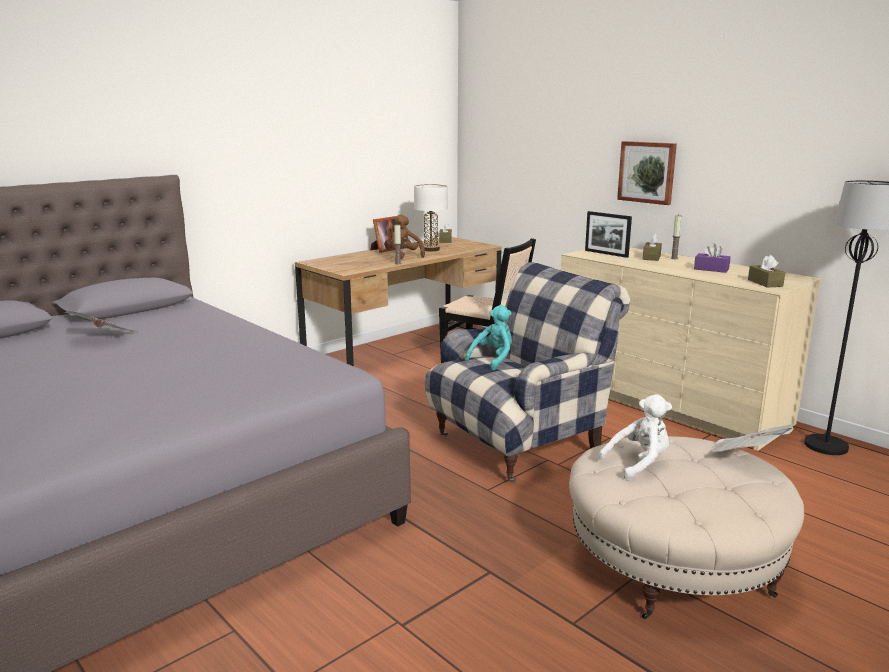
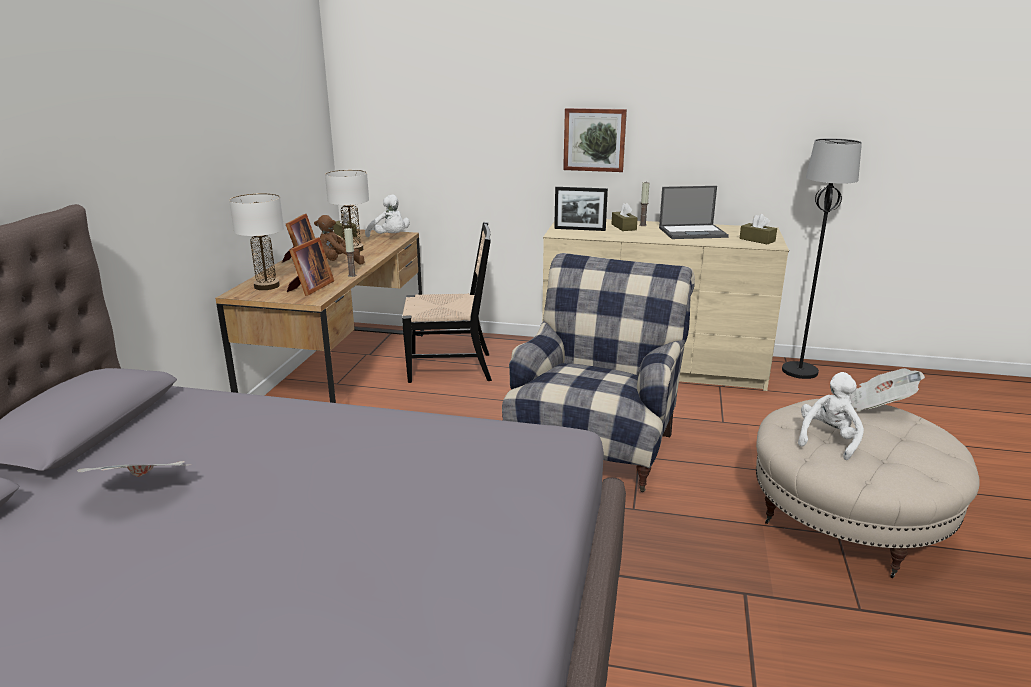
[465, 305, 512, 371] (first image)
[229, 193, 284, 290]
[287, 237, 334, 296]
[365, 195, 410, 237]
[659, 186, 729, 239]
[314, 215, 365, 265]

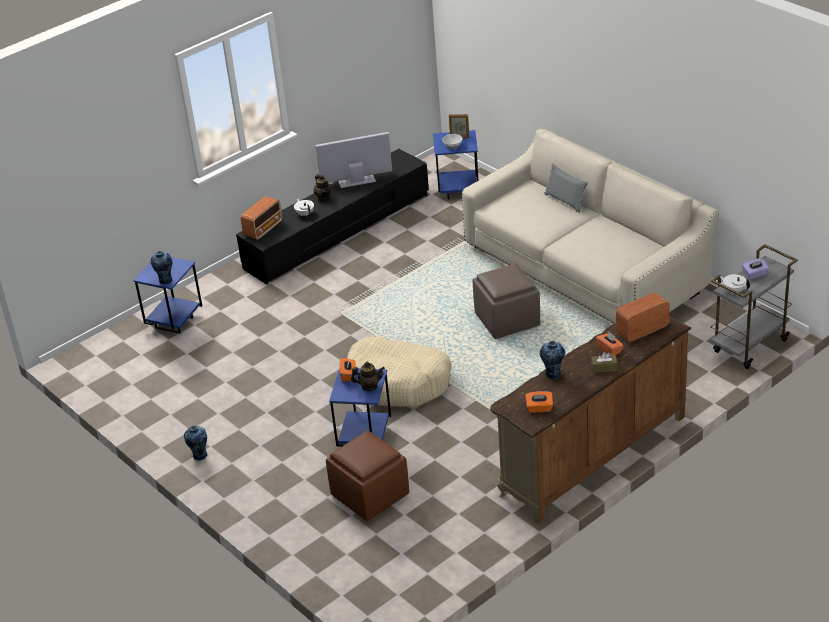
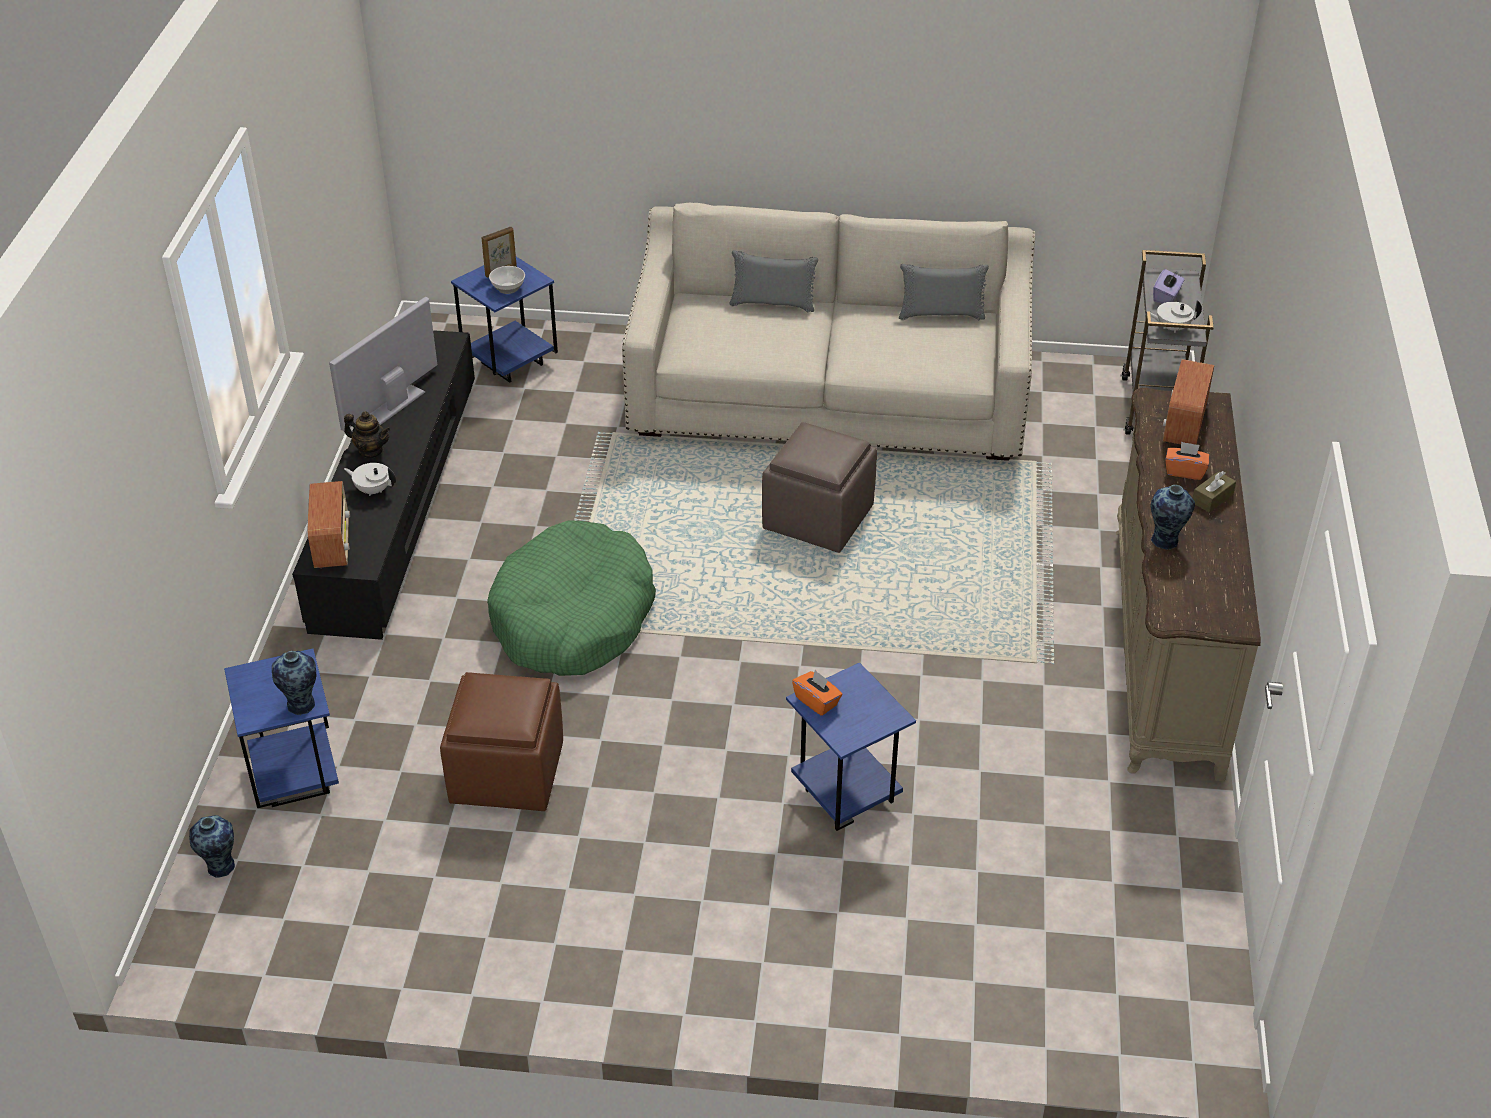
[347, 336, 452, 407] (first image)
[351, 362, 385, 391] (first image)
[525, 391, 553, 413] (first image)
[487, 520, 656, 676]
[899, 264, 989, 320]
[189, 815, 235, 878]
[440, 672, 563, 811]

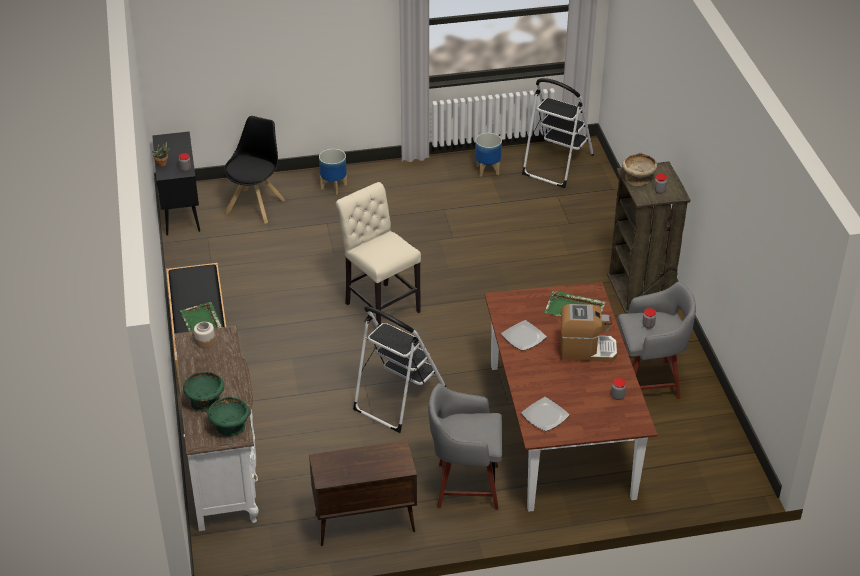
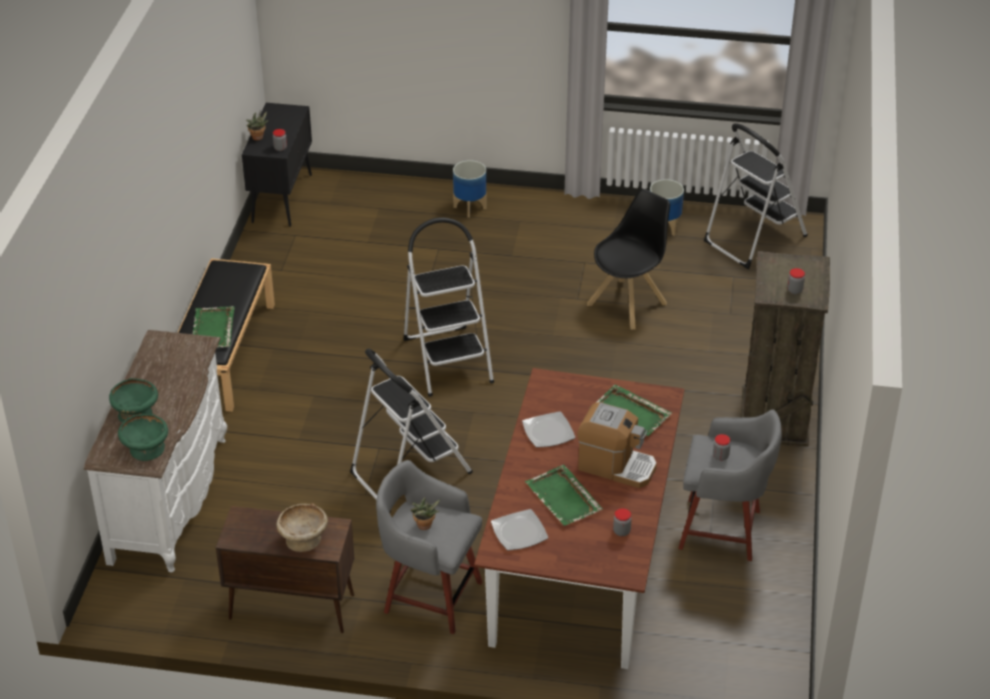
[194, 322, 215, 348] (first image)
[410, 497, 441, 530]
[525, 465, 603, 526]
[587, 189, 670, 330]
[276, 503, 328, 552]
[403, 217, 494, 397]

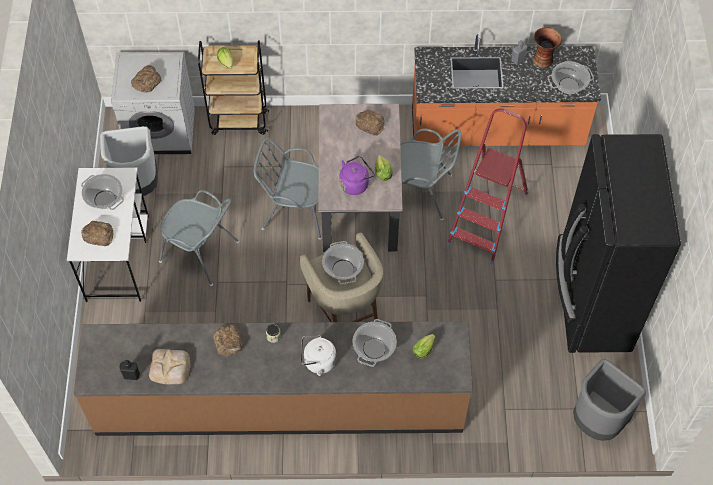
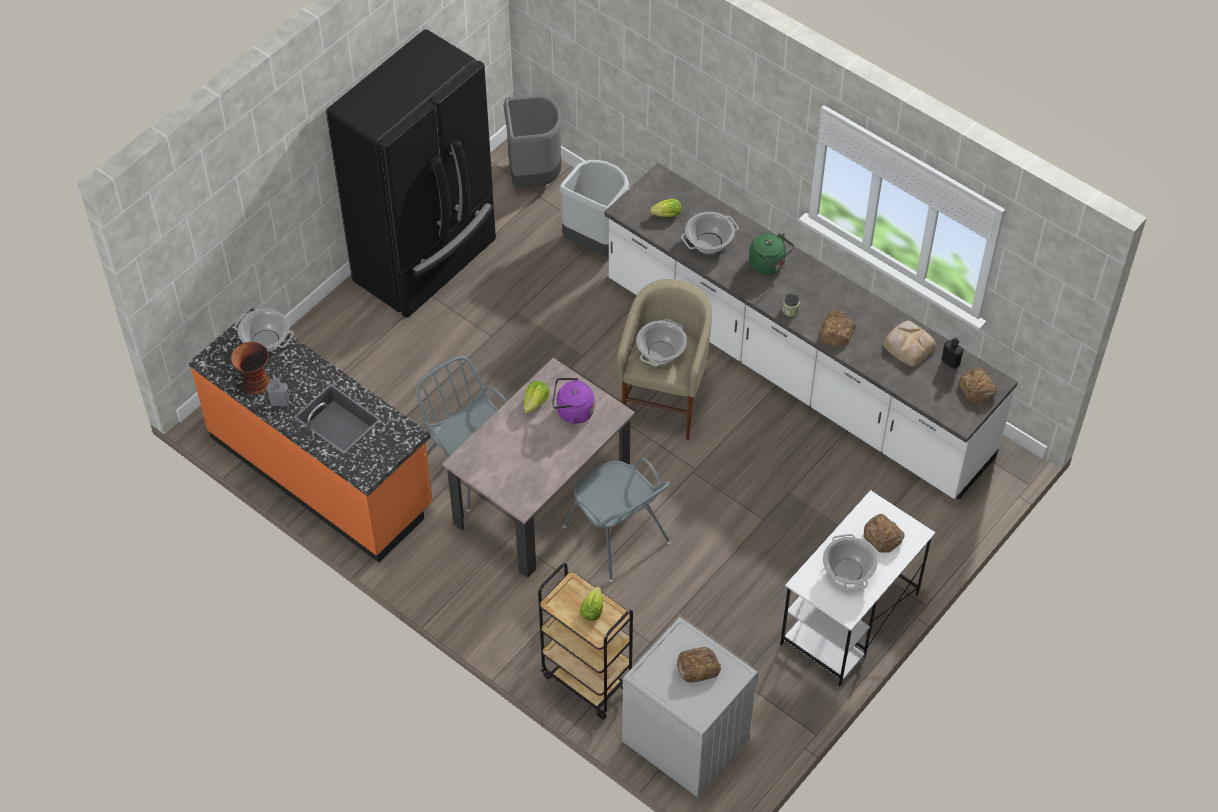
[159, 190, 239, 286] (first image)
[447, 108, 529, 264] (first image)
[559, 160, 629, 256]
[959, 367, 997, 404]
[604, 163, 1018, 499]
[749, 233, 794, 275]

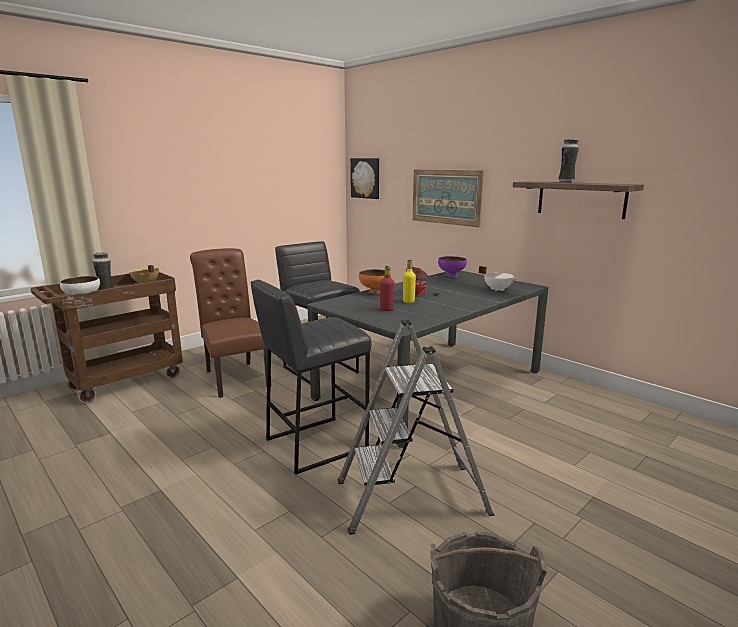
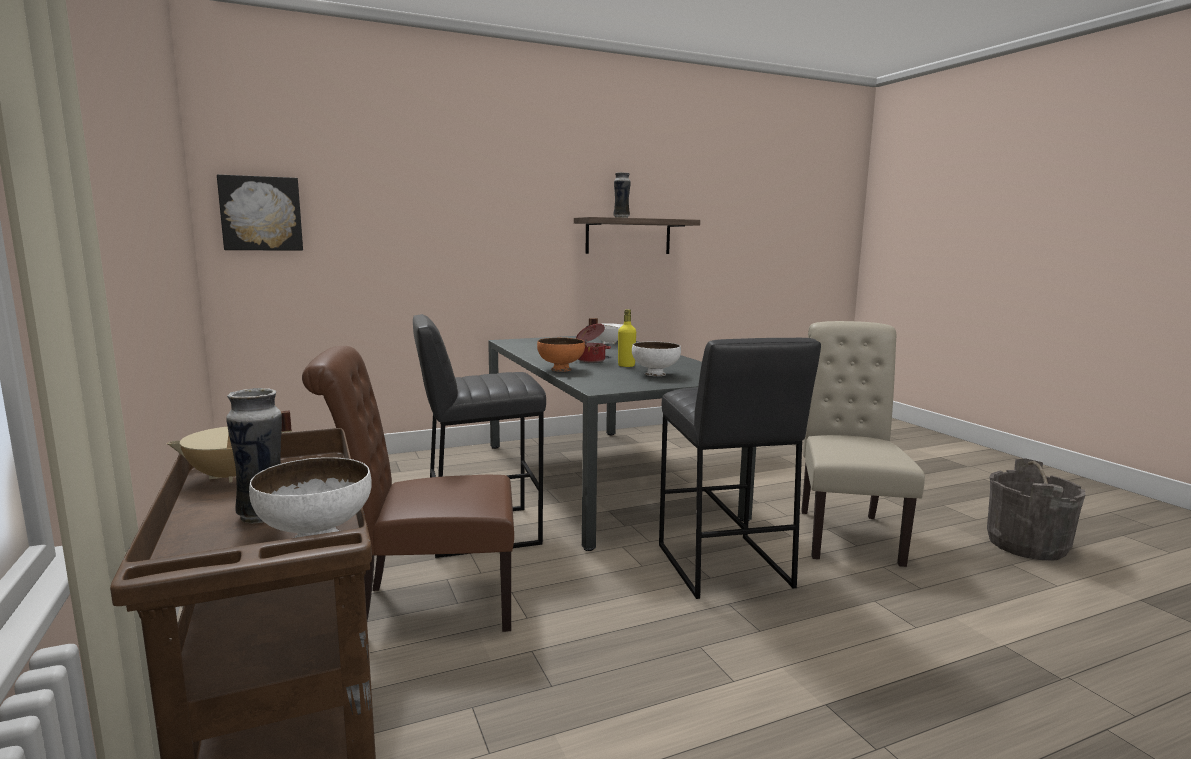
[413, 169, 484, 227] (first image)
[438, 256, 467, 277] (first image)
[801, 321, 925, 567]
[632, 342, 681, 376]

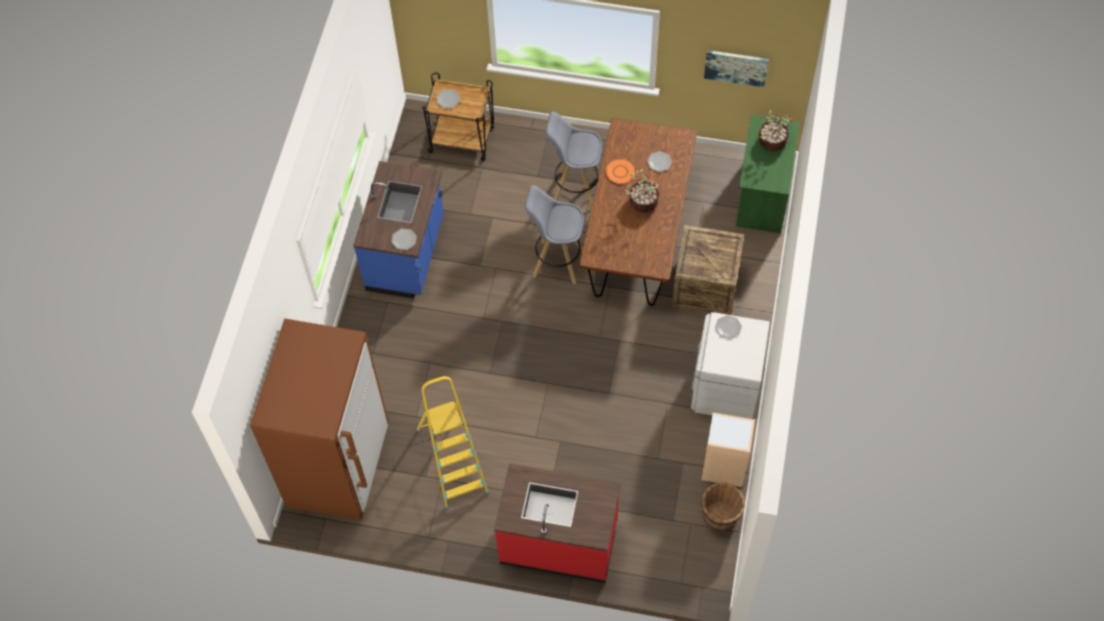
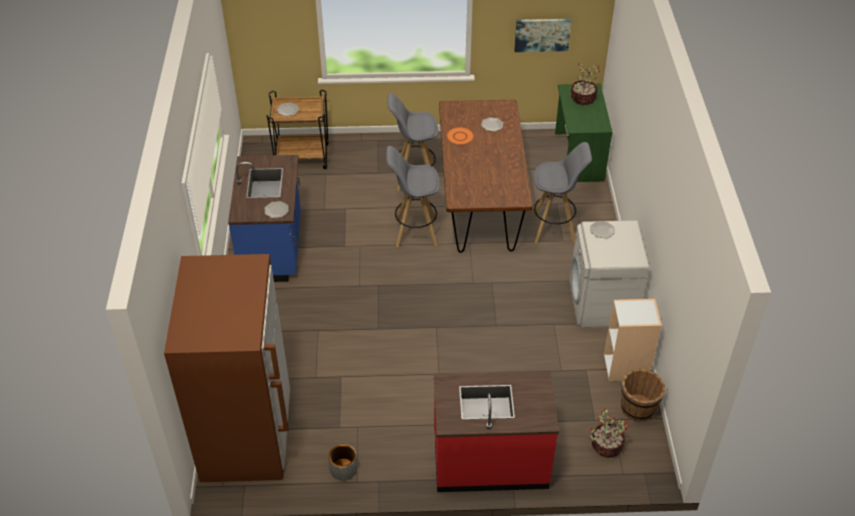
[417, 376, 489, 509] (first image)
[328, 444, 357, 481]
[589, 408, 630, 458]
[531, 142, 592, 244]

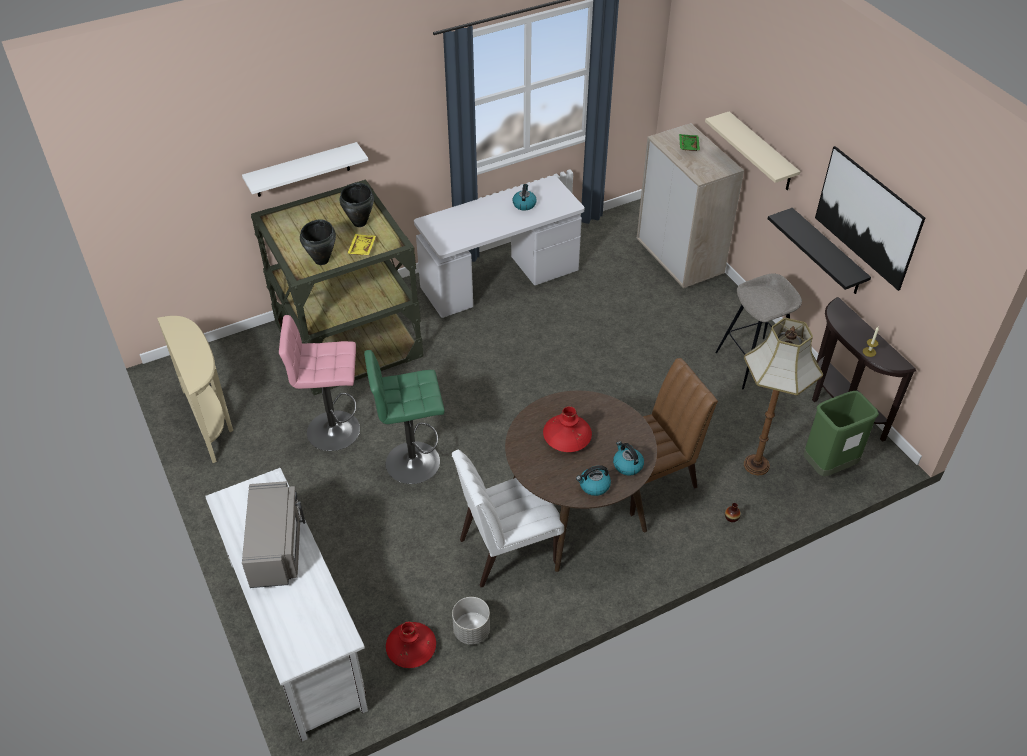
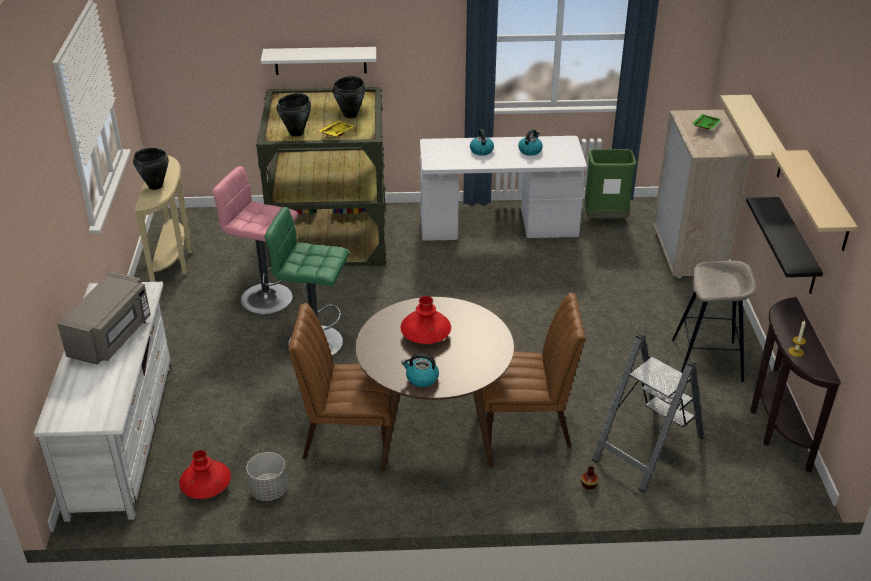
[133, 148, 169, 190]
[470, 129, 494, 156]
[584, 149, 636, 219]
[592, 333, 704, 493]
[771, 150, 858, 251]
[288, 303, 391, 464]

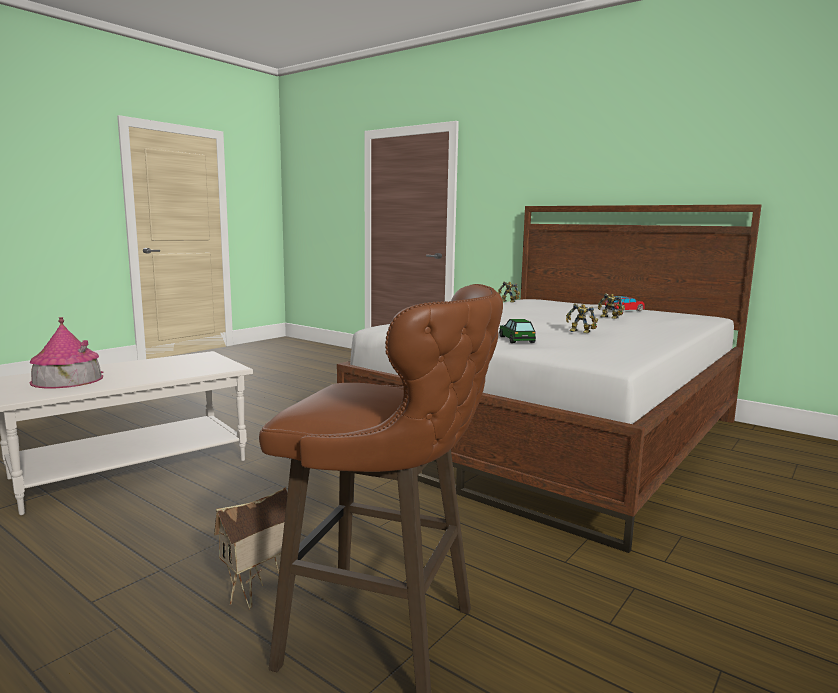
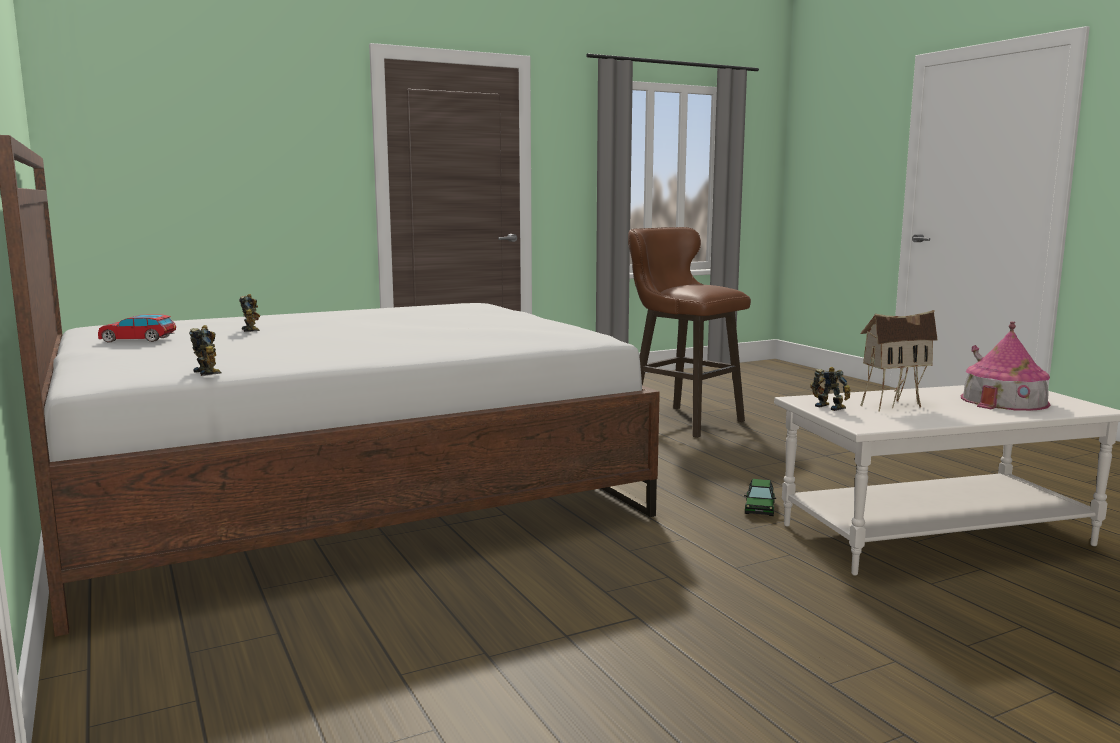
[860, 310, 938, 412]
[744, 479, 776, 516]
[810, 367, 851, 411]

